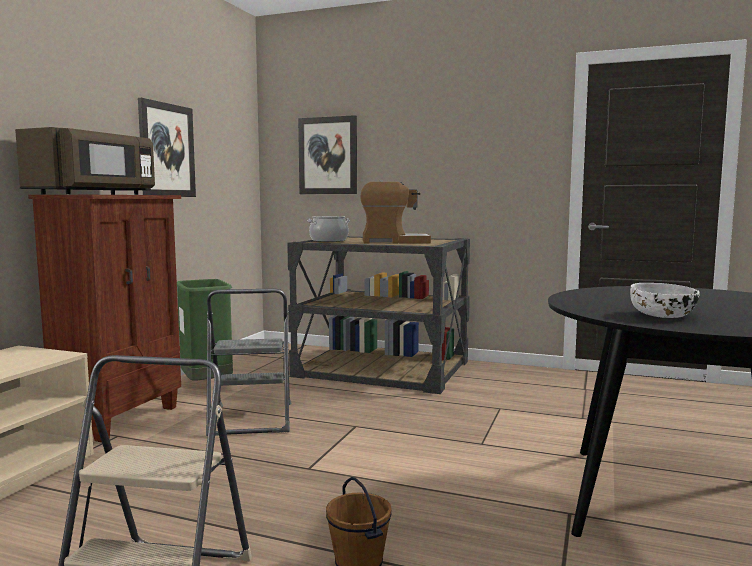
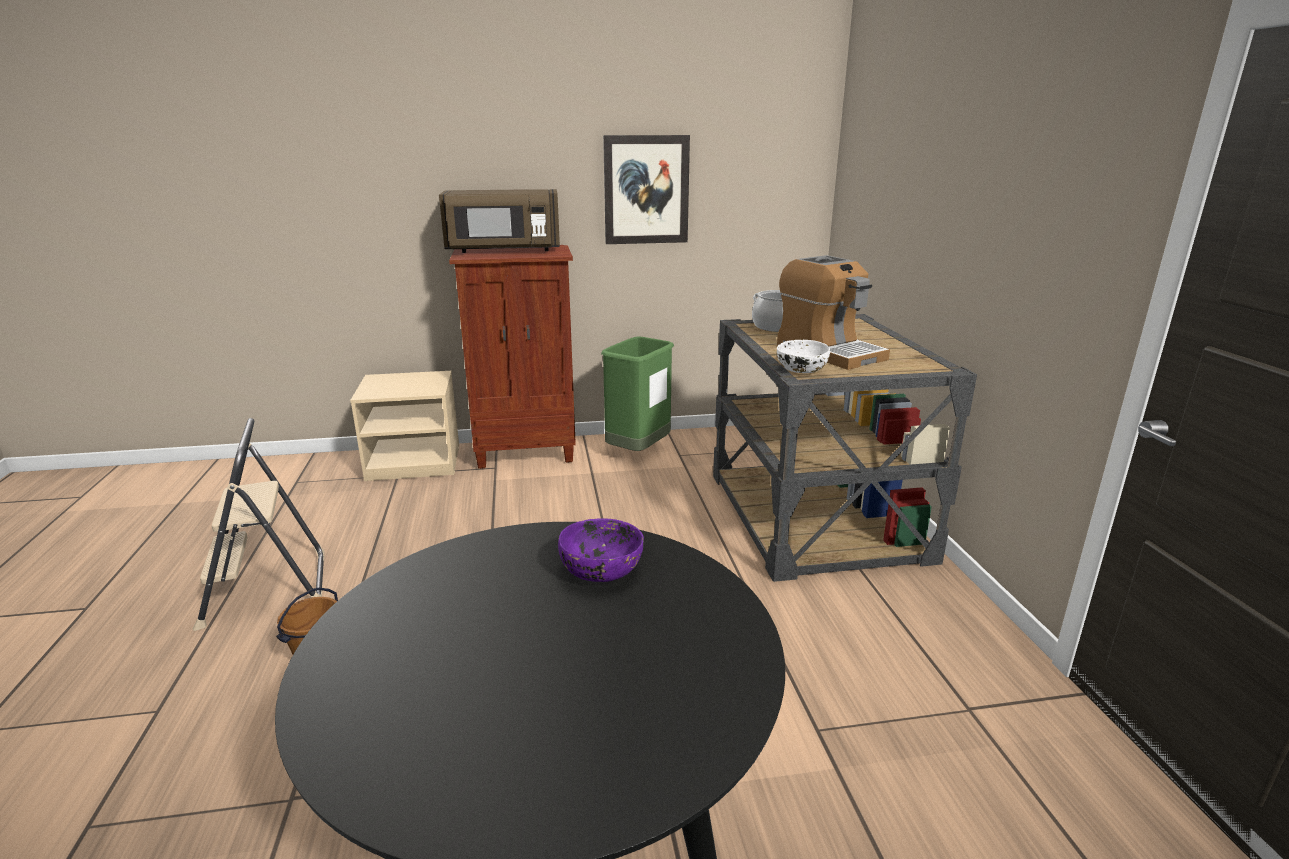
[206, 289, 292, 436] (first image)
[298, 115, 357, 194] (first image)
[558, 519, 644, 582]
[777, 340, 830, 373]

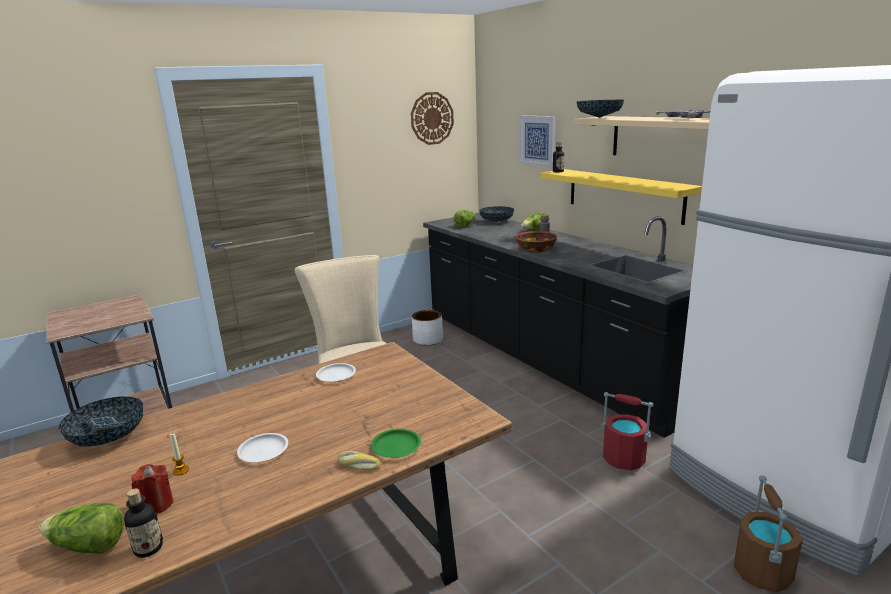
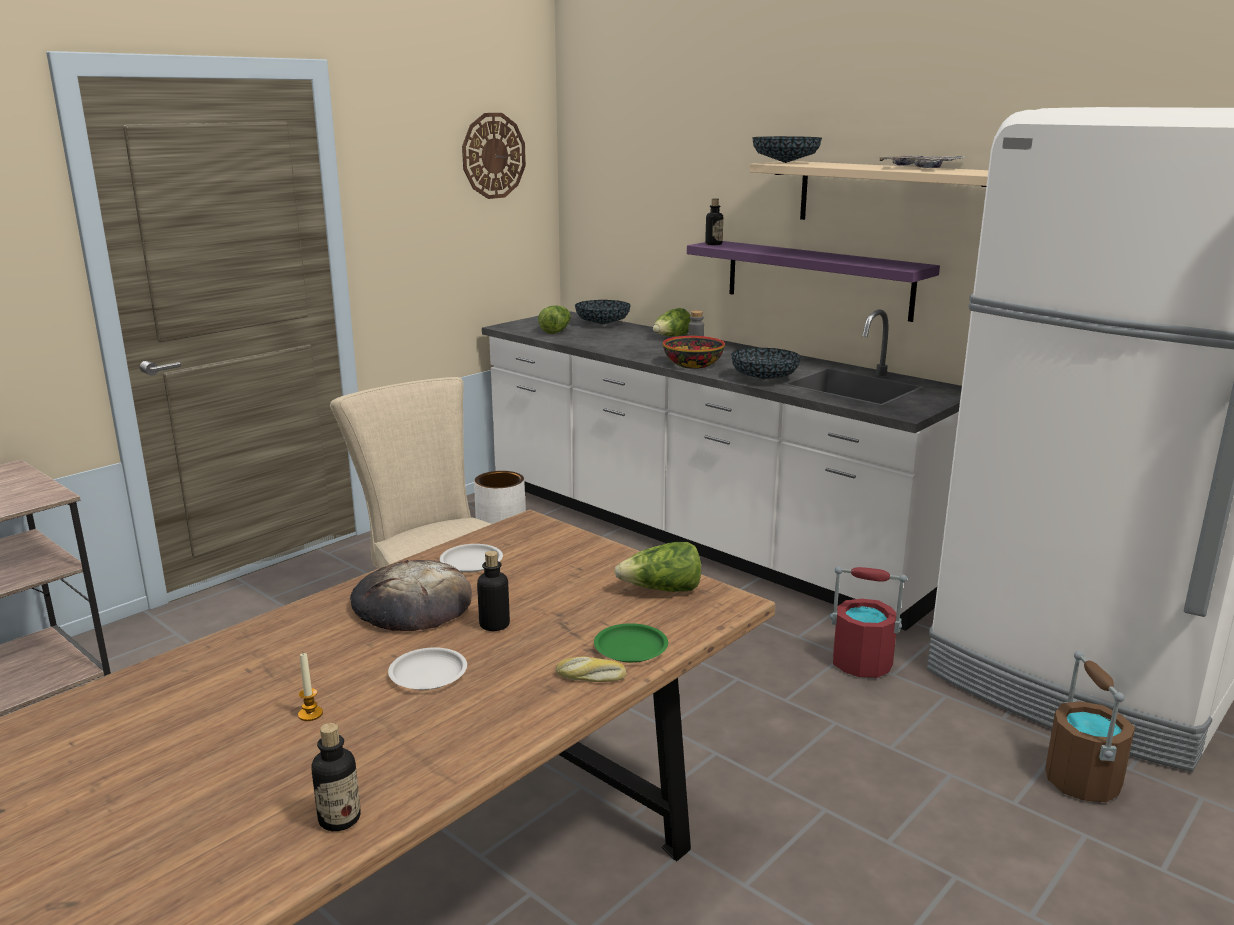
[131, 464, 173, 514] (first image)
[520, 116, 556, 167] (first image)
[350, 560, 472, 631]
[477, 551, 510, 631]
[614, 542, 701, 592]
[731, 348, 801, 380]
[482, 309, 962, 631]
[687, 241, 940, 322]

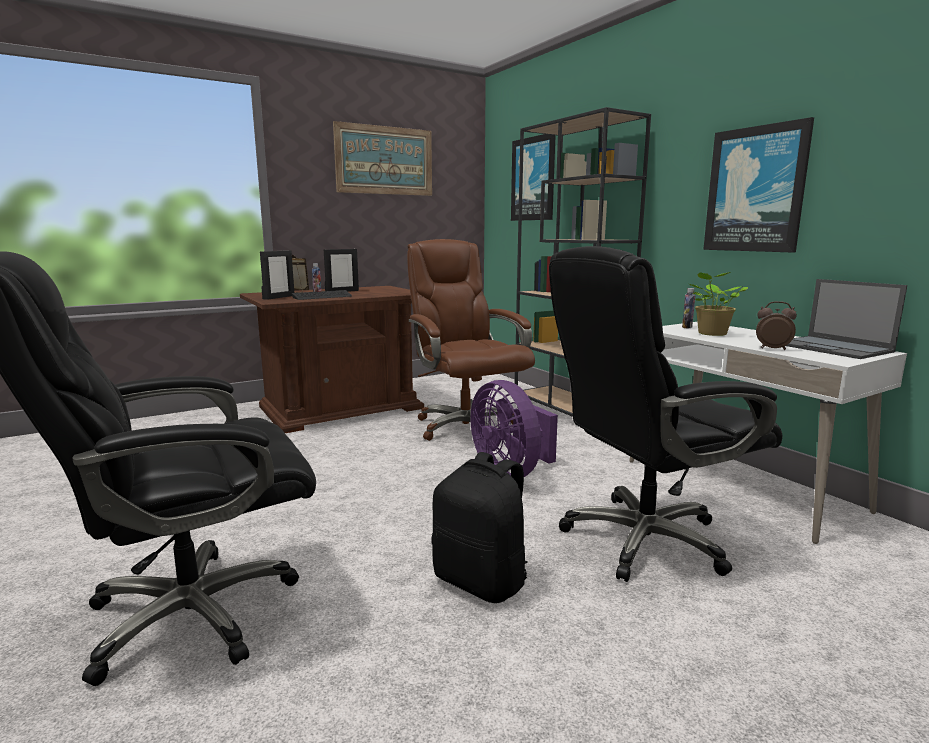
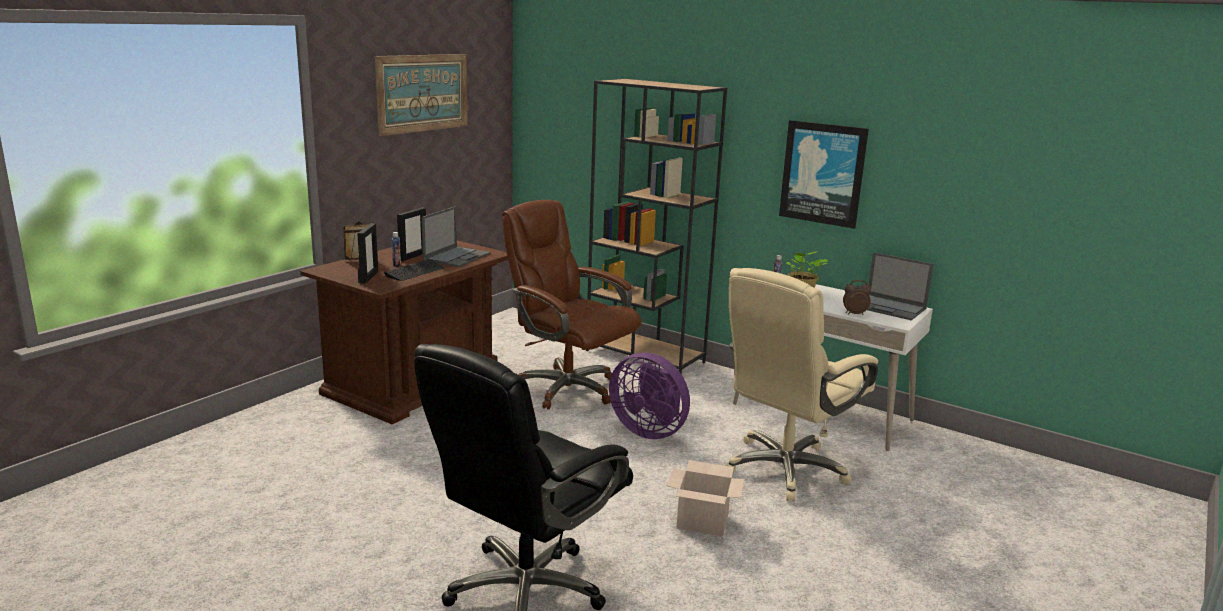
[511, 134, 556, 221] (first image)
[421, 206, 490, 267]
[667, 460, 745, 537]
[725, 268, 878, 502]

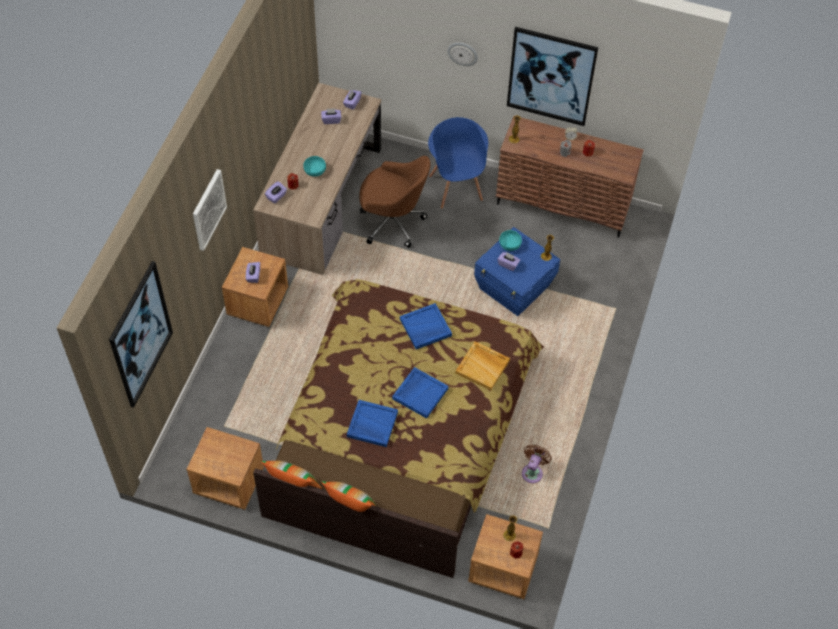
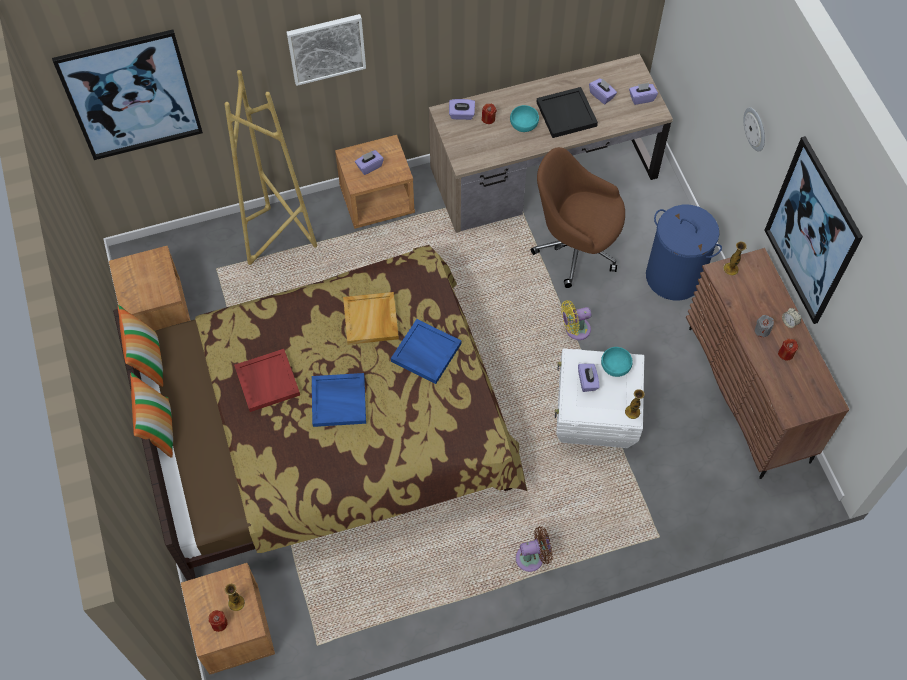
[225, 70, 317, 265]
[536, 87, 598, 138]
[561, 300, 591, 340]
[343, 292, 399, 345]
[516, 526, 553, 572]
[646, 205, 722, 300]
[234, 349, 300, 412]
[555, 348, 644, 448]
[531, 147, 625, 288]

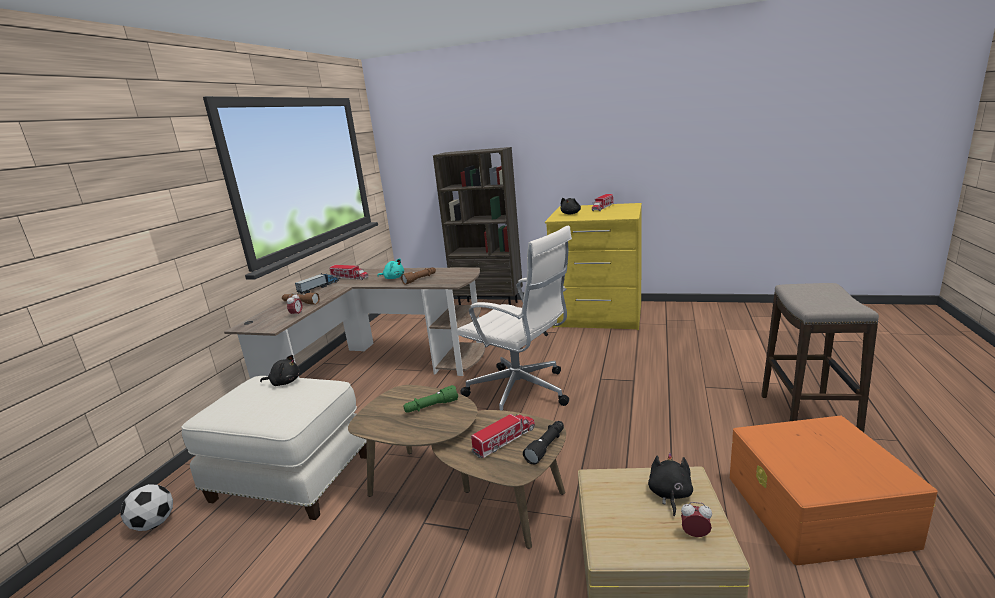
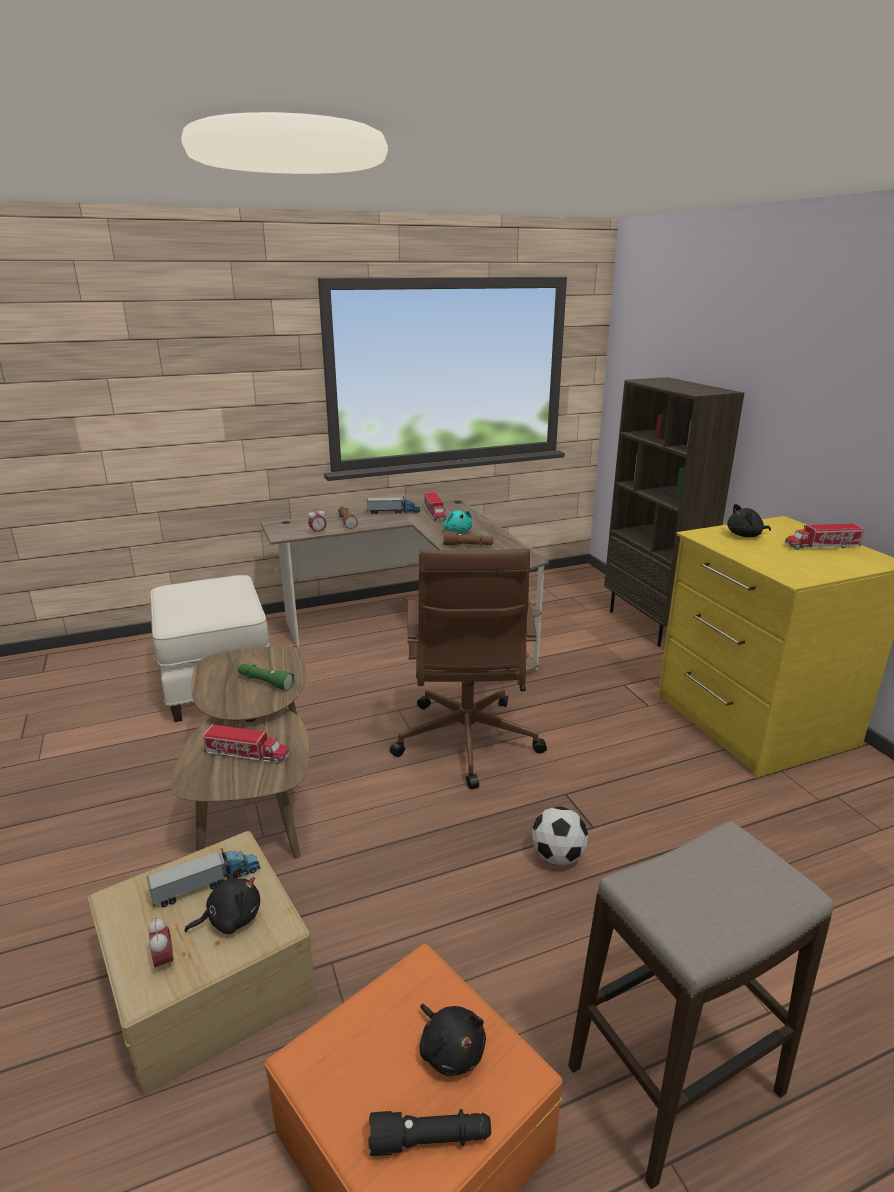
[146, 848, 261, 908]
[532, 806, 588, 866]
[420, 1004, 486, 1076]
[369, 1109, 491, 1156]
[390, 549, 547, 789]

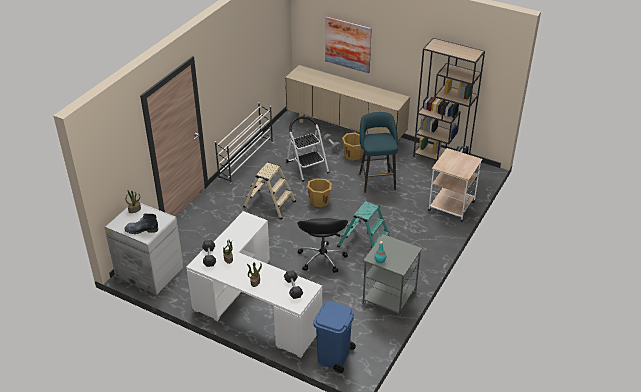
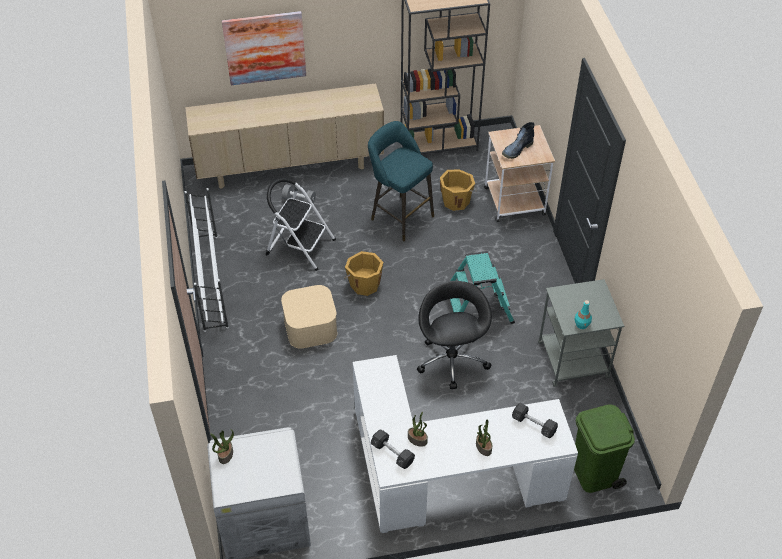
[502, 122, 534, 159]
[440, 169, 477, 211]
[281, 285, 337, 348]
[574, 404, 635, 493]
[417, 281, 492, 389]

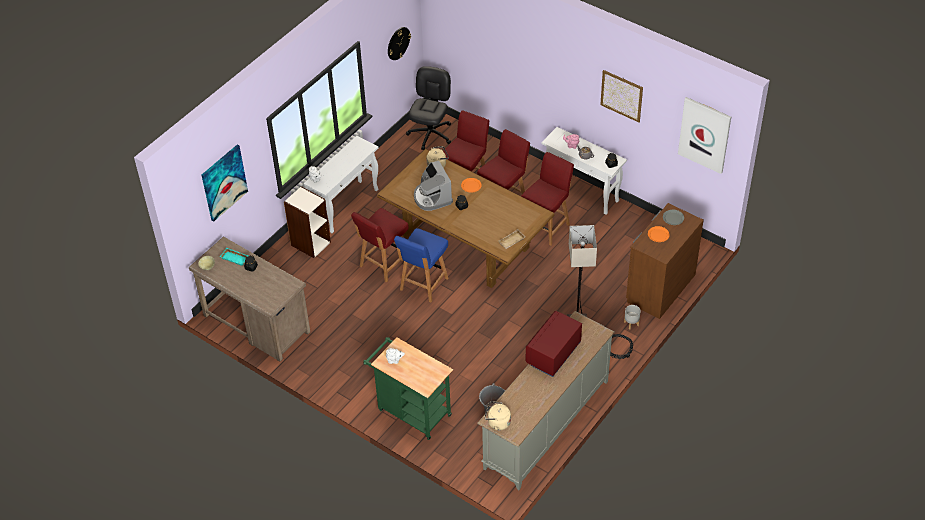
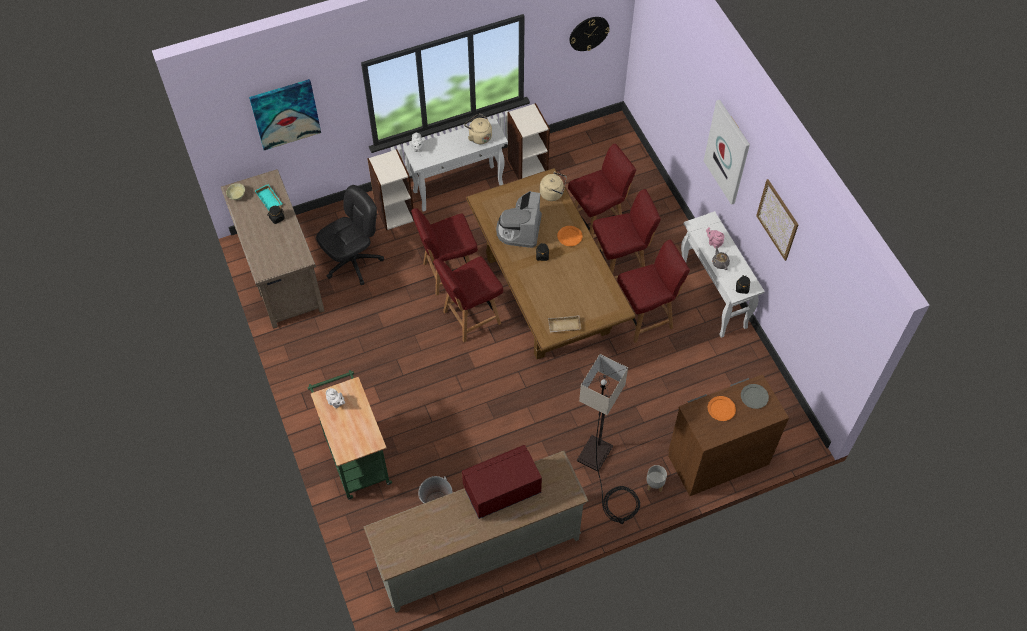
[507, 103, 550, 180]
[316, 185, 384, 285]
[464, 113, 492, 144]
[704, 100, 750, 205]
[433, 256, 504, 342]

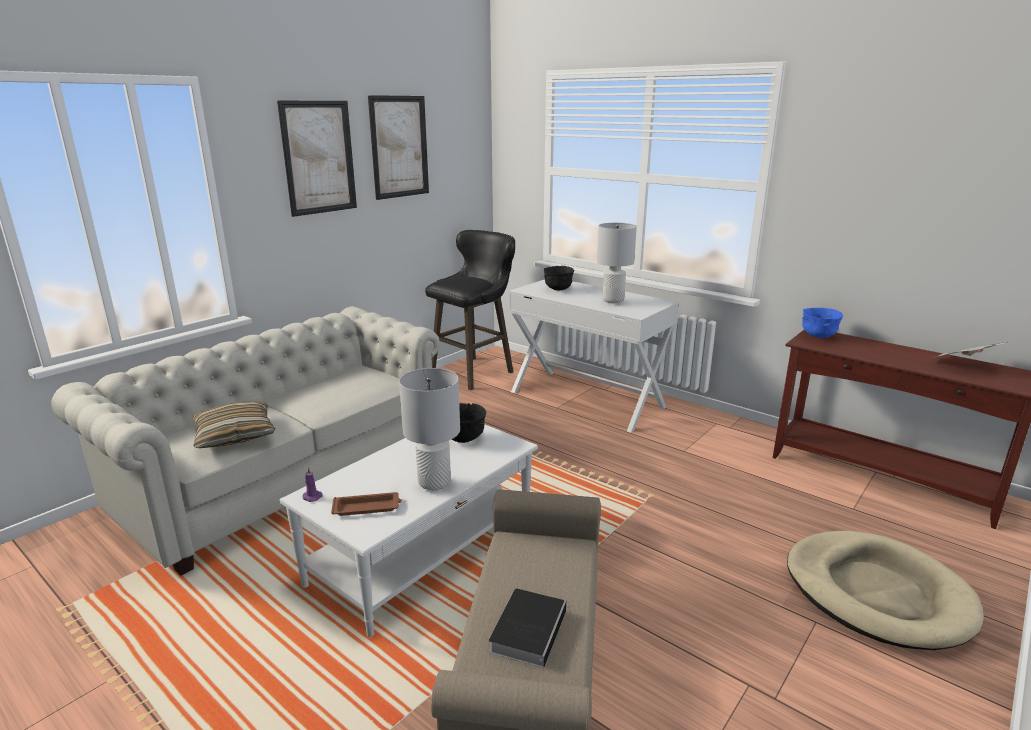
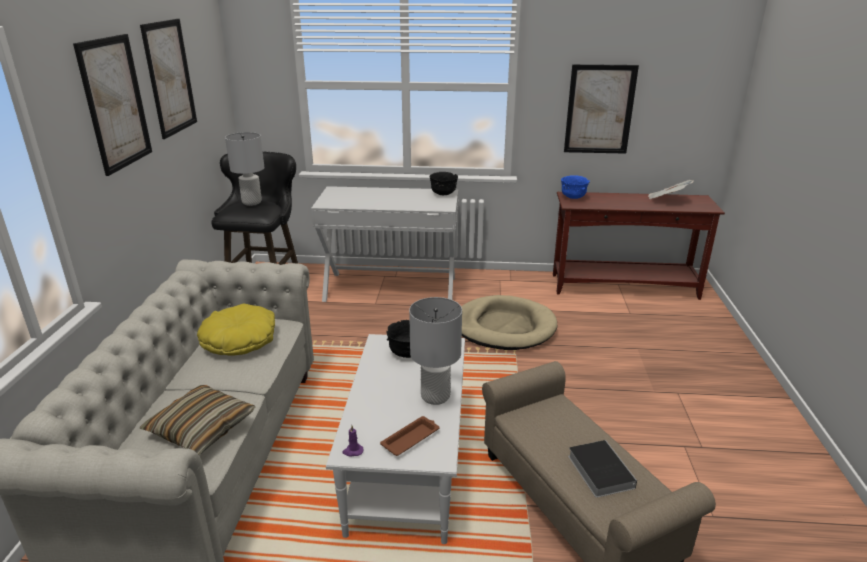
[197, 304, 275, 356]
[564, 64, 639, 154]
[429, 172, 458, 195]
[225, 132, 265, 206]
[461, 295, 557, 350]

